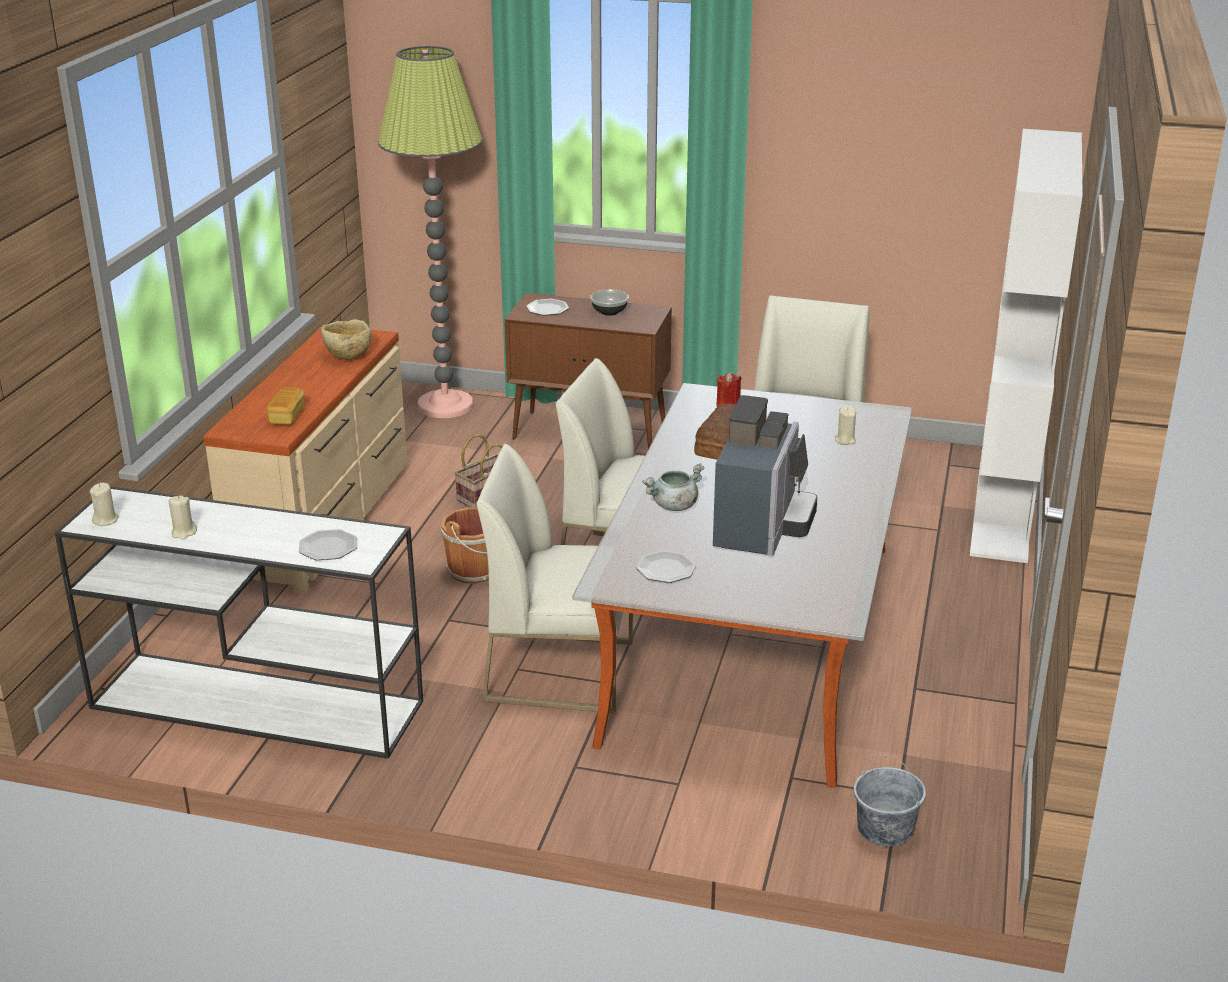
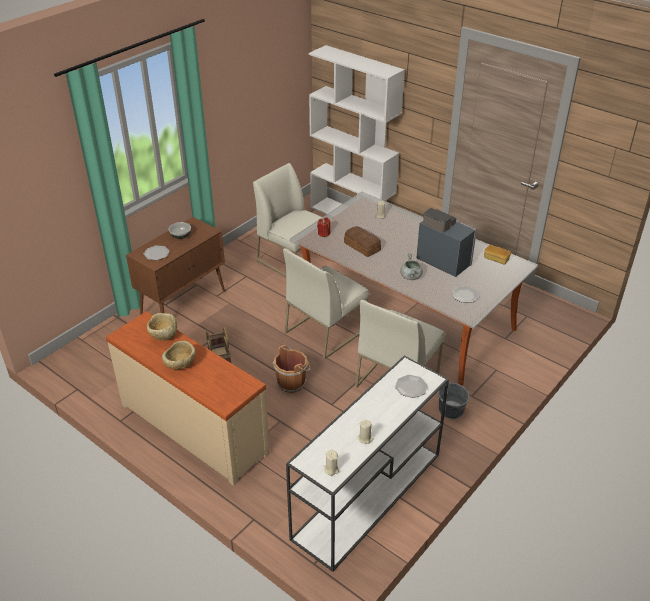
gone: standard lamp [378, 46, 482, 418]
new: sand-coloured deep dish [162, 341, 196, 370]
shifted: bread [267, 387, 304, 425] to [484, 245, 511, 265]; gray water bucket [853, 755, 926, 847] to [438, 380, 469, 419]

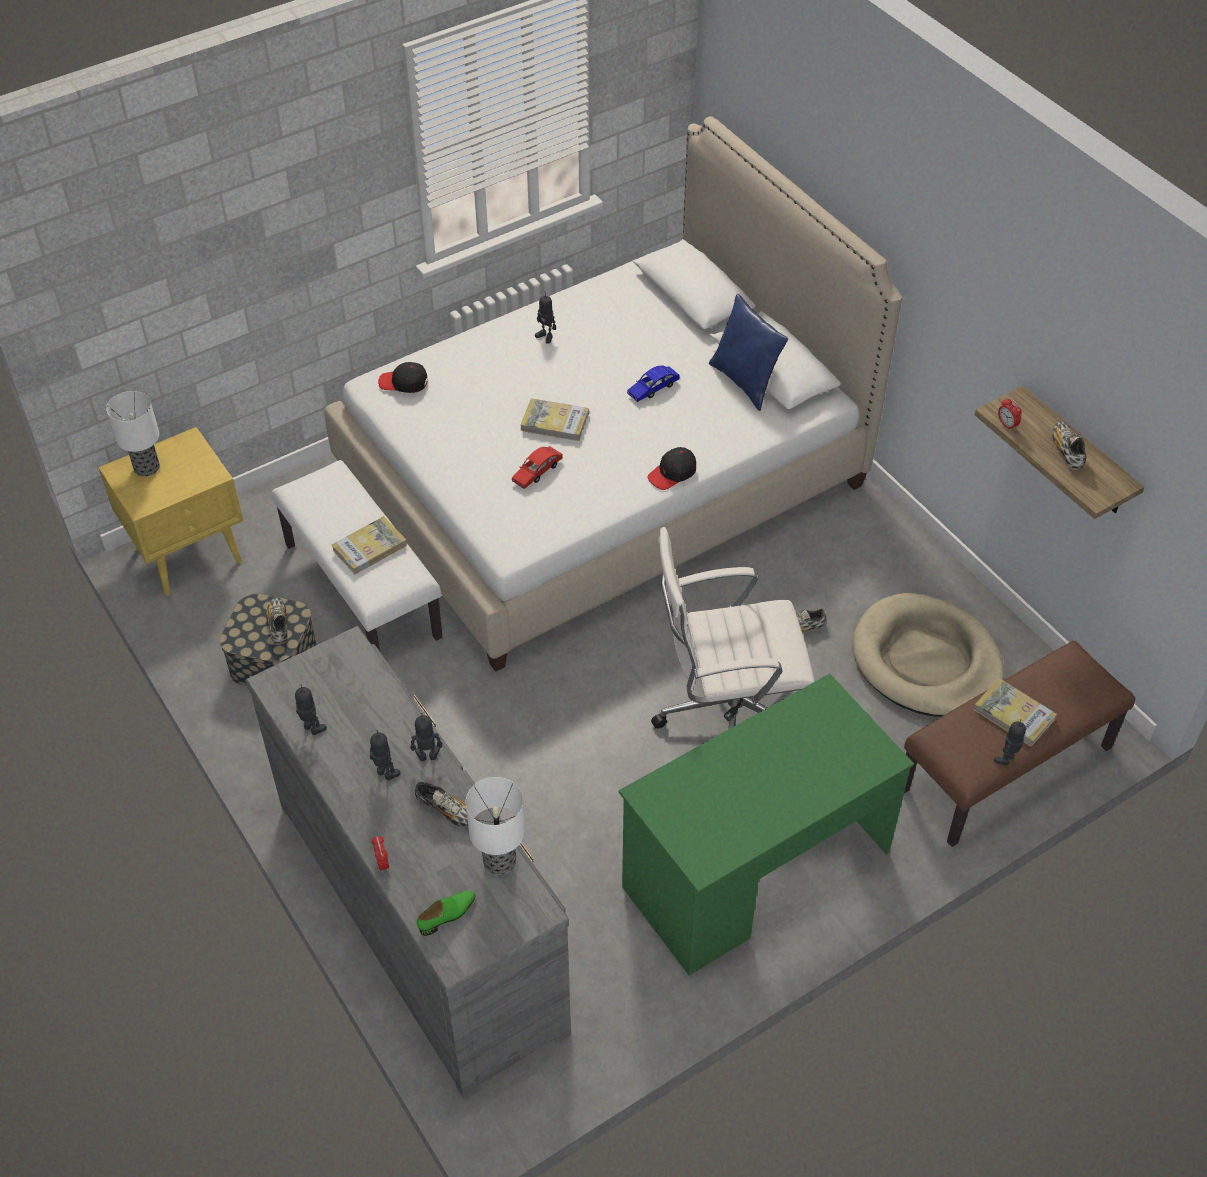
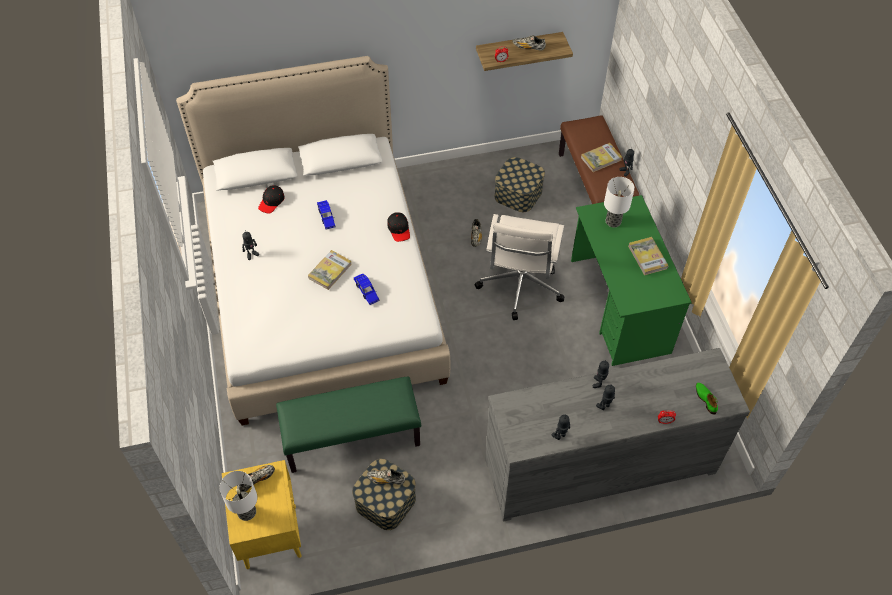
gone: blue-coloured throw pillow [709, 294, 788, 411]
shifted: bound book [332, 516, 407, 574] to [628, 237, 669, 275]; black cap [378, 362, 427, 393] to [258, 185, 284, 214]; low shoe [415, 782, 476, 827] to [237, 465, 275, 492]; lamp for a table [466, 777, 525, 875] to [604, 177, 635, 227]
swapped: sand-coloured dog bed [852, 593, 1004, 717] to storage container [495, 157, 545, 212]
repainted: white-coloured indoor bench [272, 460, 443, 651] to greenish indoor bench [276, 376, 421, 473]; red-coloured miniature car [512, 446, 562, 489] to blue-coloured miniature car [354, 274, 379, 305]

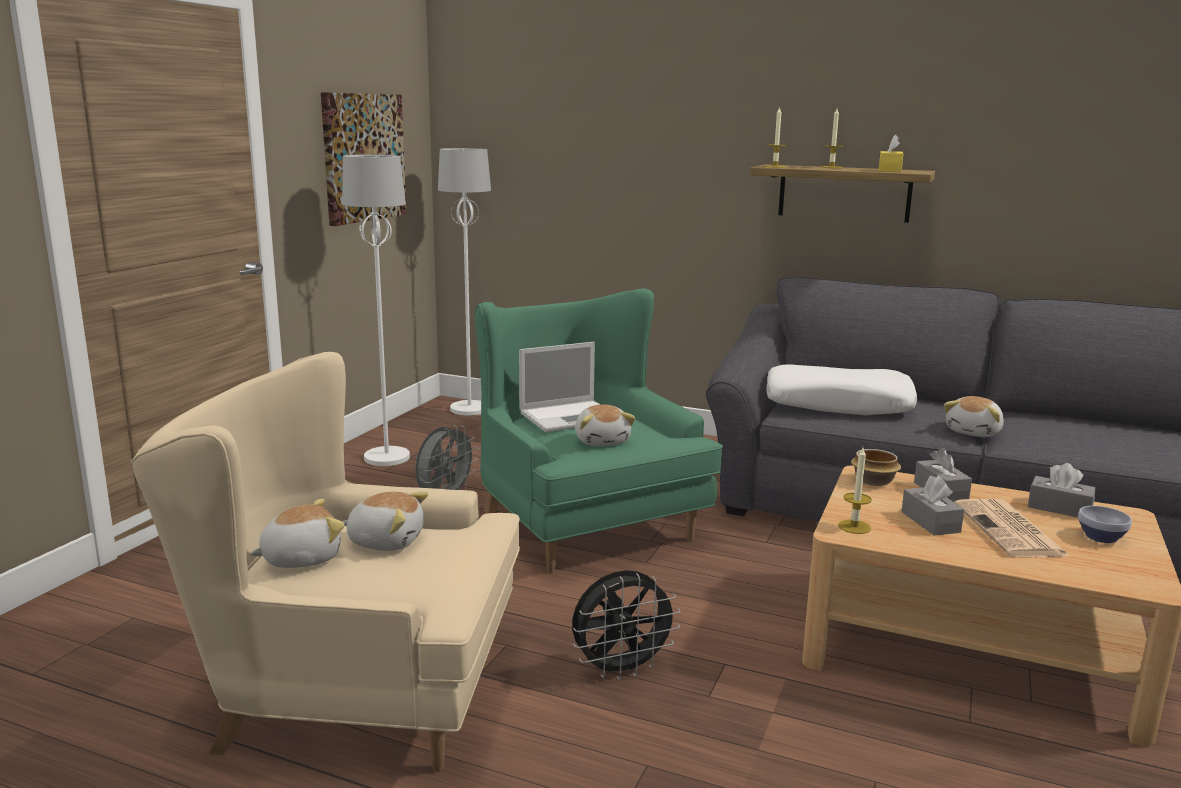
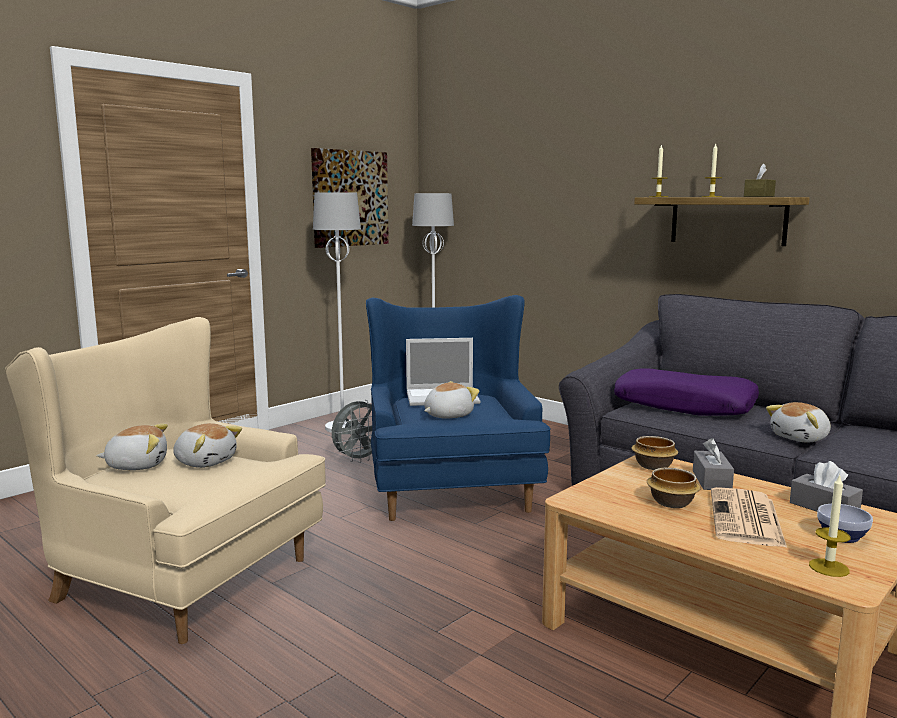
gone: black cooling fan [572, 570, 681, 680]
shifted: wax candle [838, 448, 872, 534] to [809, 474, 850, 577]
swapped: gray box of tissues [901, 476, 964, 535] to deep dish [647, 468, 700, 508]
repainted: greenish armchair [475, 288, 723, 573] to blue-coloured armchair [366, 295, 551, 521]; white-coloured throw pillow [766, 364, 917, 415] to purplish throw pillow [614, 368, 759, 415]; yellow-coloured box of tissues [879, 134, 903, 172] to brown-coloured box of tissues [744, 163, 776, 197]
rotated: plush toy [575, 405, 635, 446] = [424, 381, 480, 419] 135 degrees counterclockwise

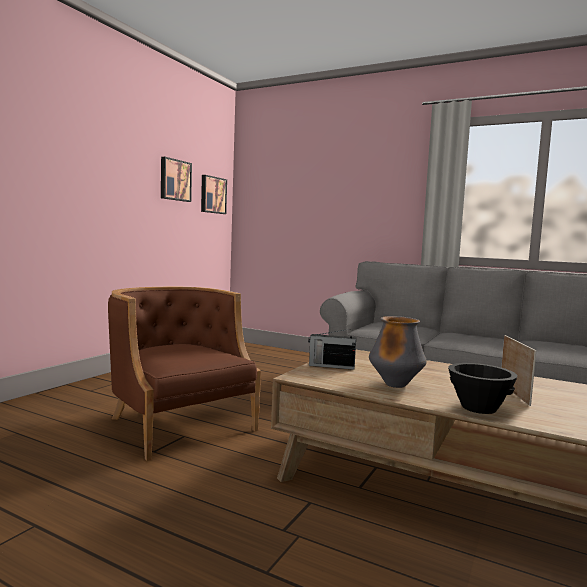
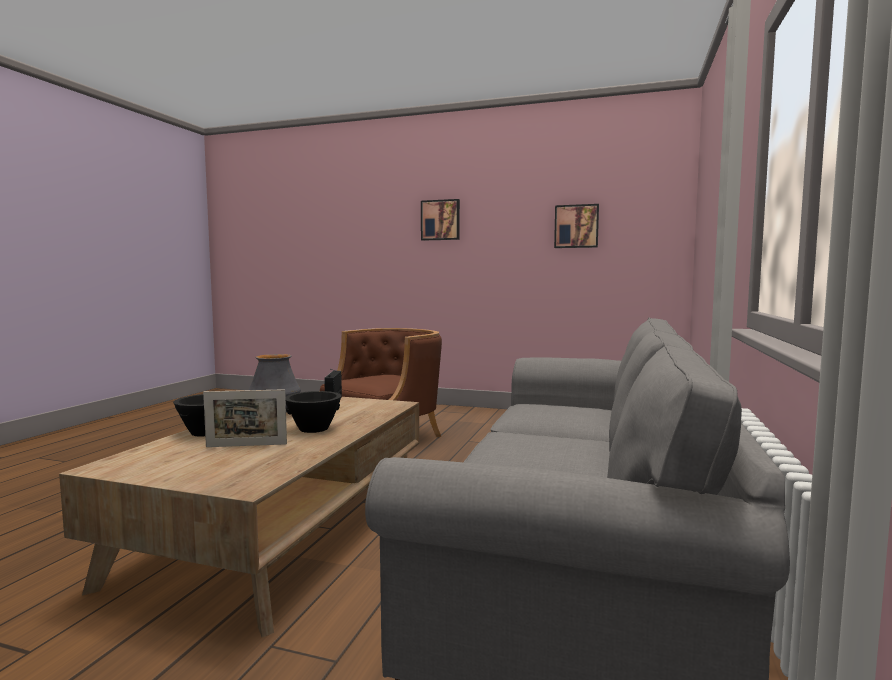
new: black deep dish [286, 391, 341, 433]
shifted: wall art [201, 175, 227, 214] to [421, 199, 460, 241]

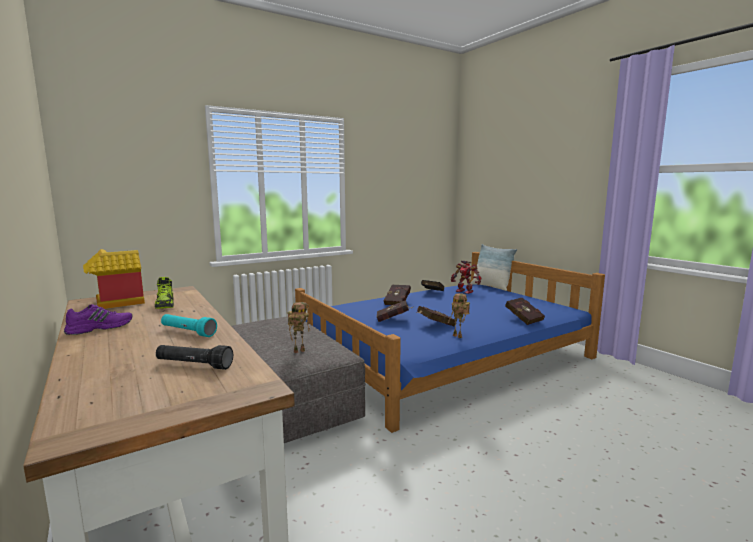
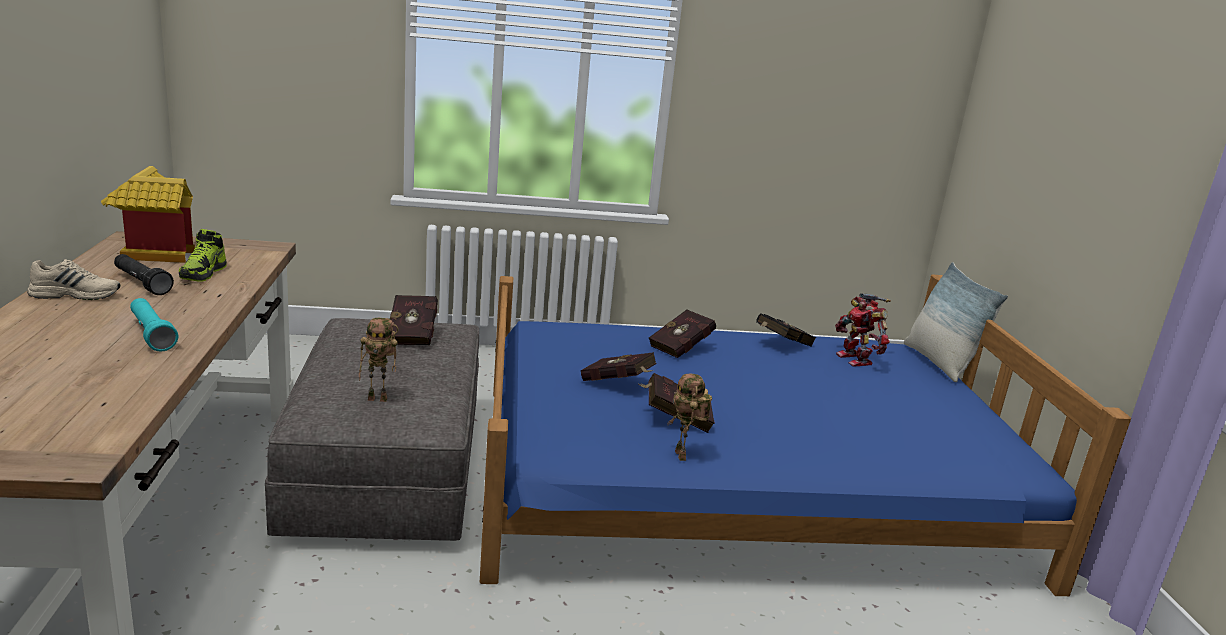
shifted: black torch [156, 345, 233, 370] to [114, 254, 174, 295]; red-coloured bound book [505, 298, 545, 325] to [390, 295, 438, 345]
repainted: purplish low shoe [64, 304, 133, 335] to sand-coloured low shoe [27, 259, 121, 300]

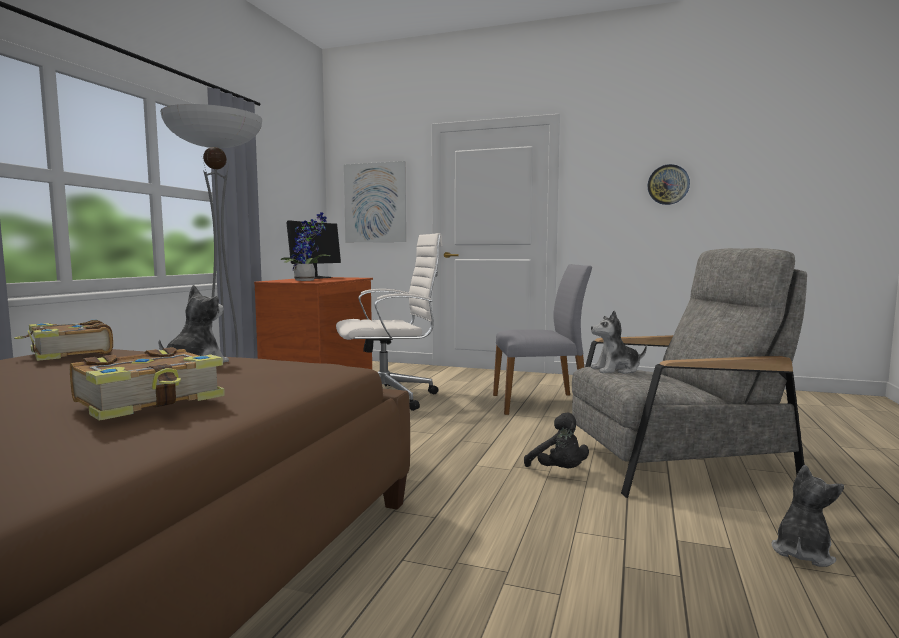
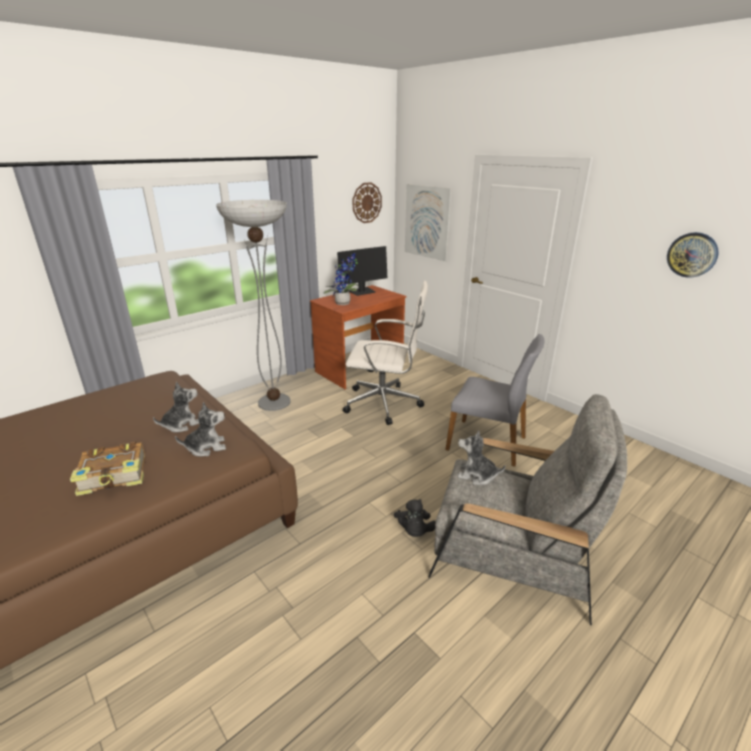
gone: bound book [14, 319, 113, 361]
new: clock on the wall [352, 182, 382, 223]
shifted: plush toy [771, 465, 844, 567] to [175, 402, 226, 457]

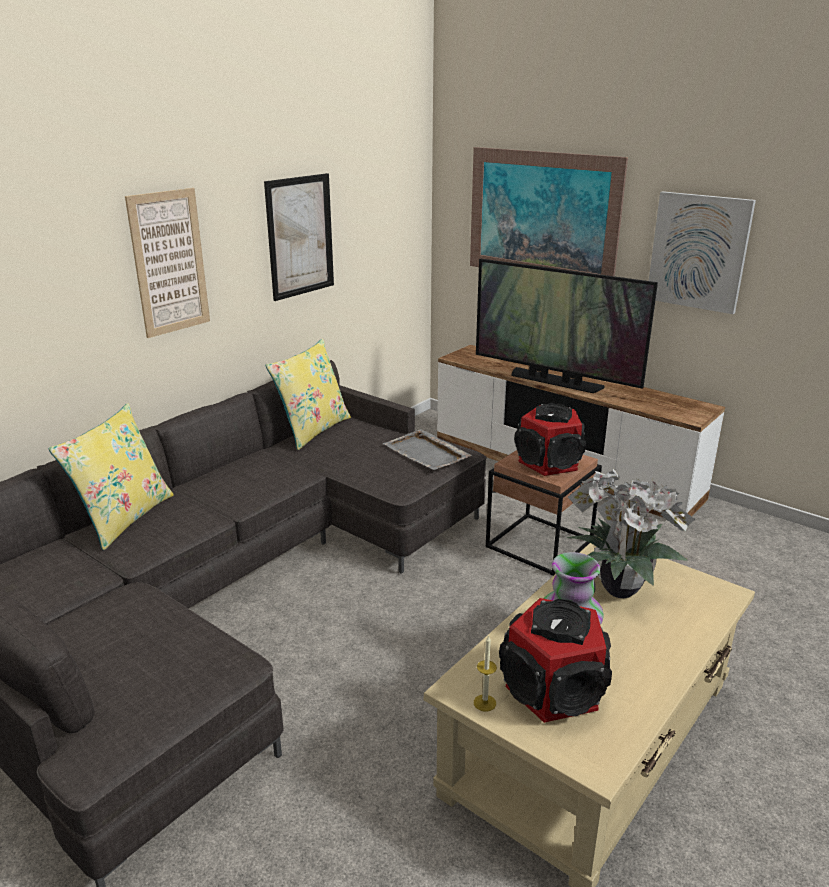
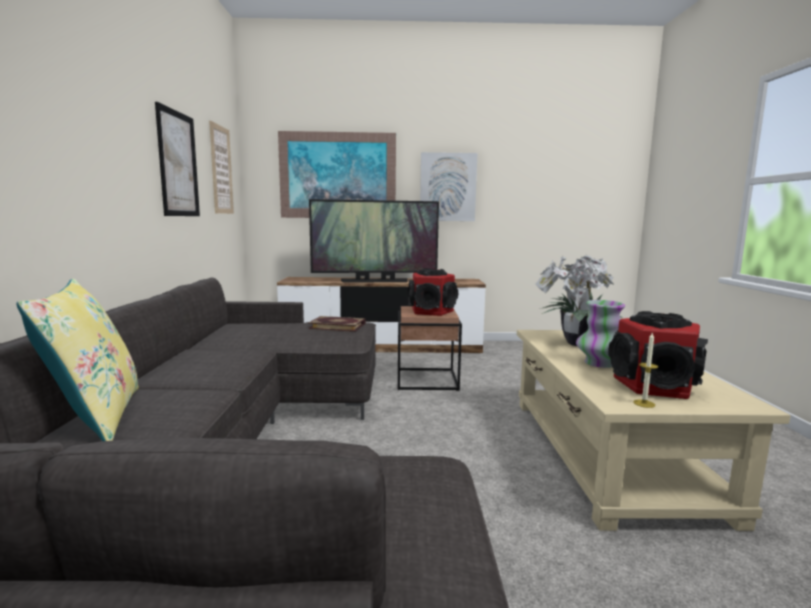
gone: yellow-coloured throw pillow [266, 339, 351, 450]
shifted: wall art [125, 188, 210, 338] to [209, 121, 234, 214]
swapped: gray carrying tray [383, 429, 472, 470] to bound book [308, 316, 366, 332]

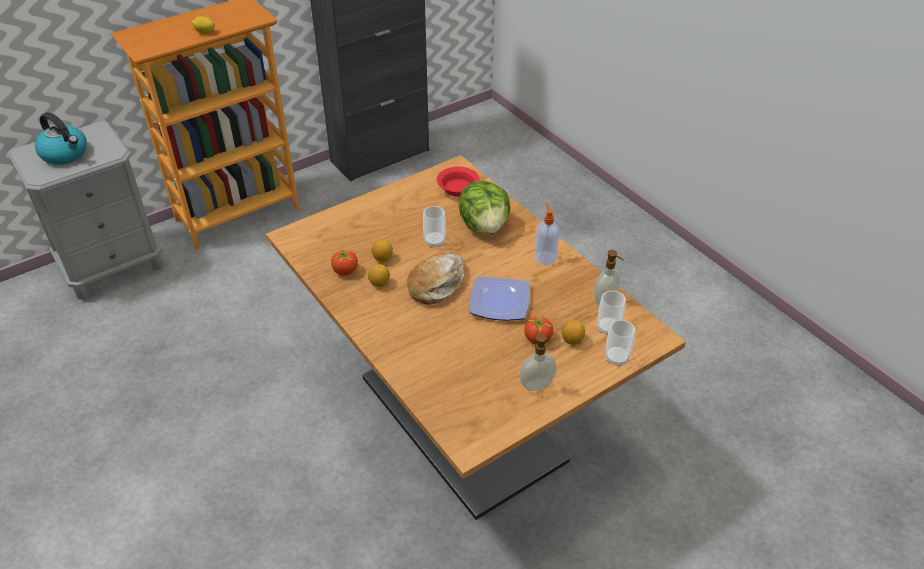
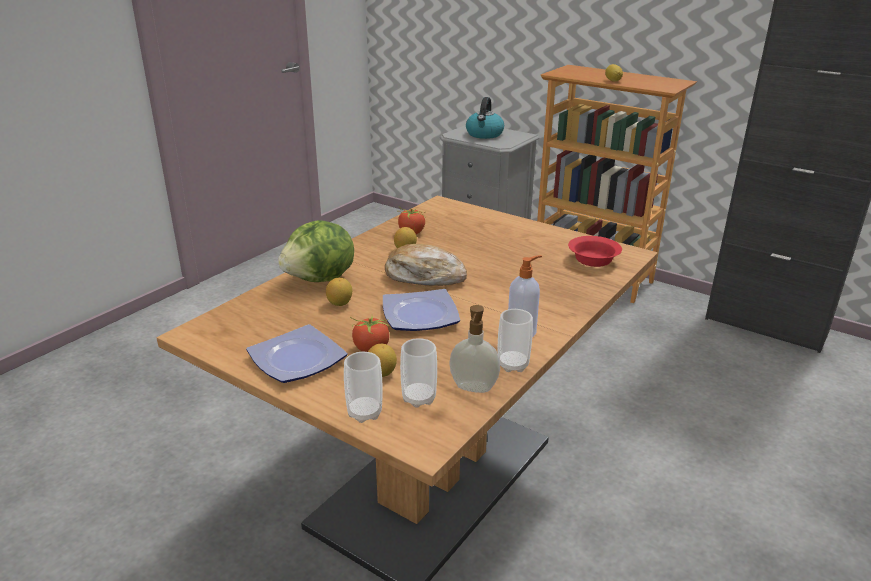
shifted: citrus fruit [372, 239, 393, 262] to [326, 278, 352, 306]; drinking cup [423, 206, 446, 248] to [498, 309, 533, 372]; head of lettuce [458, 180, 510, 234] to [278, 220, 354, 282]
swapped: liquid soap bottle [520, 331, 557, 391] to dinner plate [246, 324, 347, 383]

